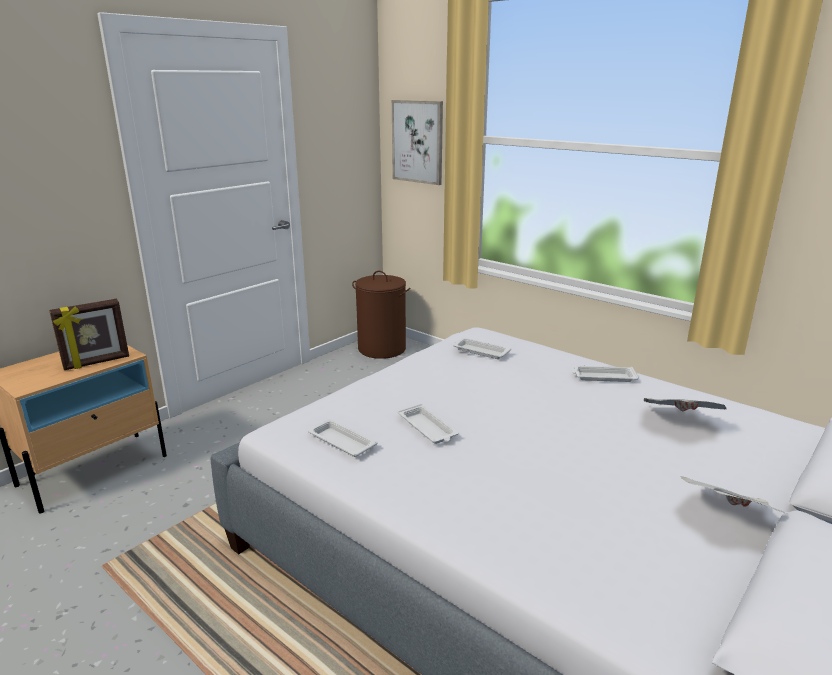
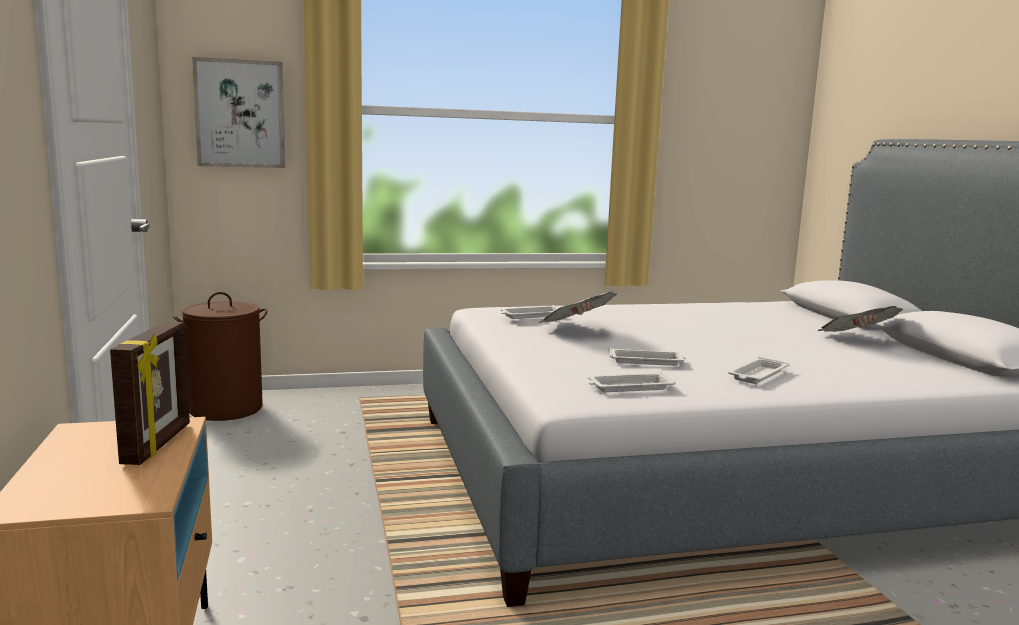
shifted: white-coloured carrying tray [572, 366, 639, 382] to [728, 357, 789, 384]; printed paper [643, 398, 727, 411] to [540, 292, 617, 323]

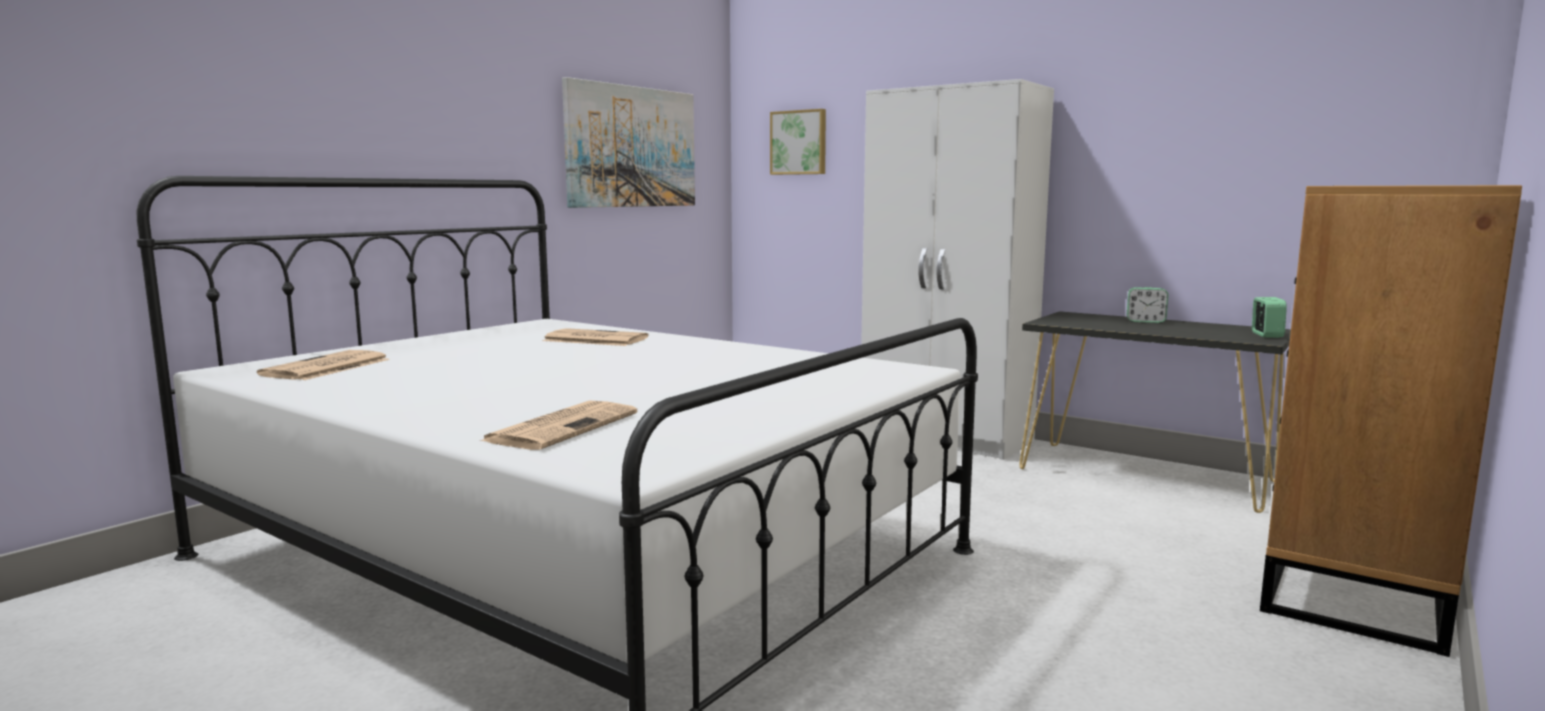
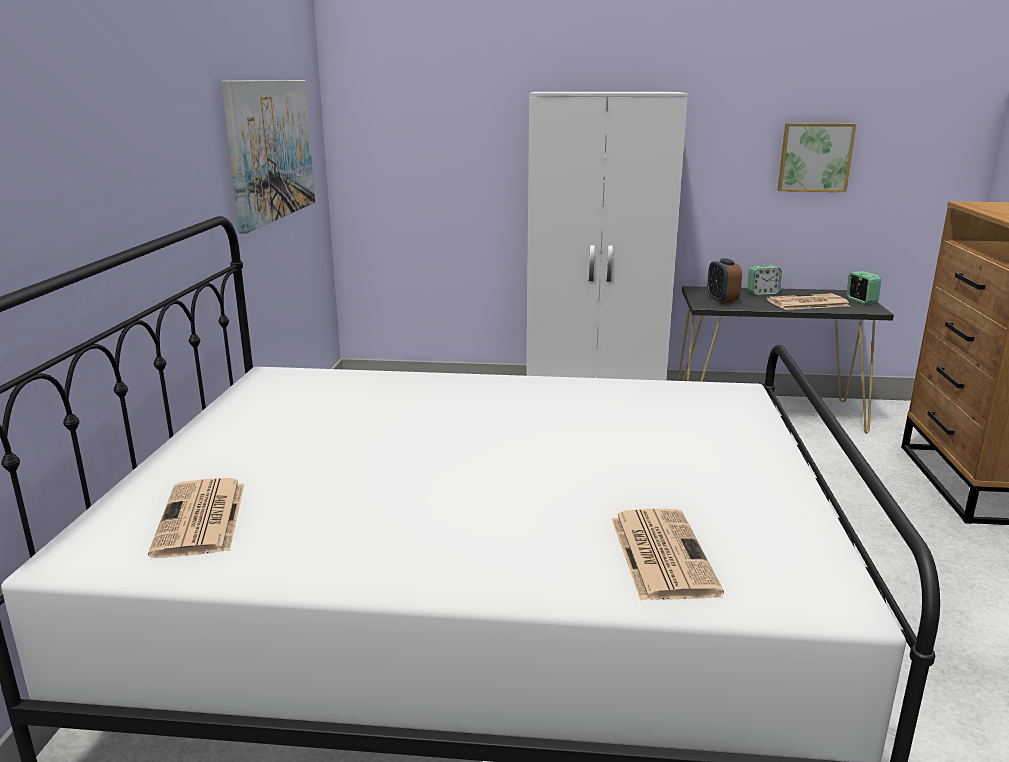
new: bedside clock [707, 258, 742, 304]
shifted: printed paper [543, 328, 649, 346] to [767, 293, 850, 310]; wall art [770, 109, 826, 175] to [778, 123, 856, 192]

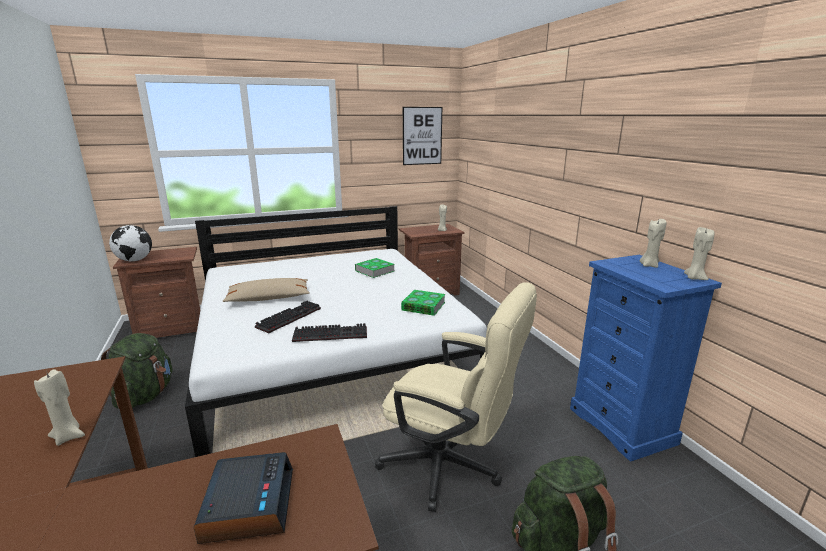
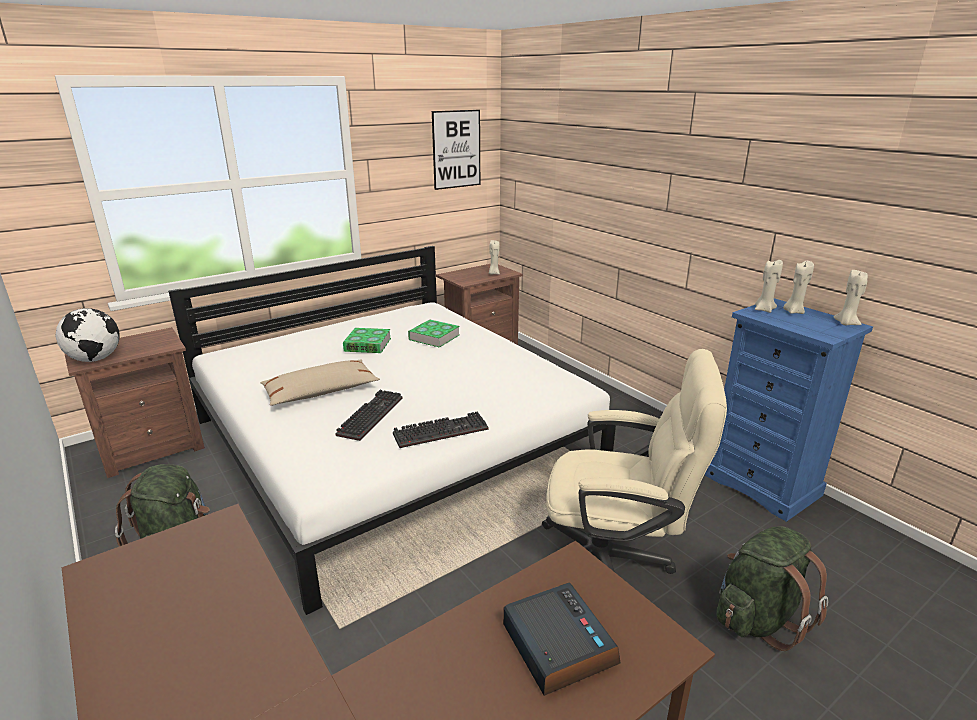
shifted: sand-coloured wax candle [34, 369, 85, 446] to [755, 260, 783, 313]; bound book [401, 290, 445, 316] to [343, 328, 391, 353]

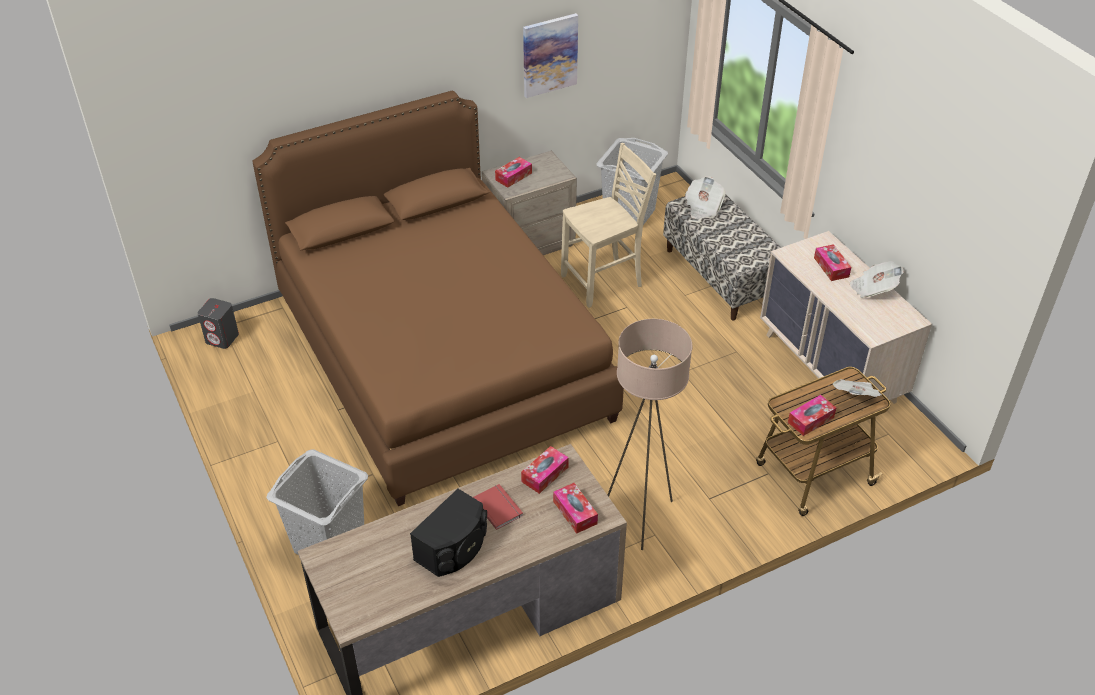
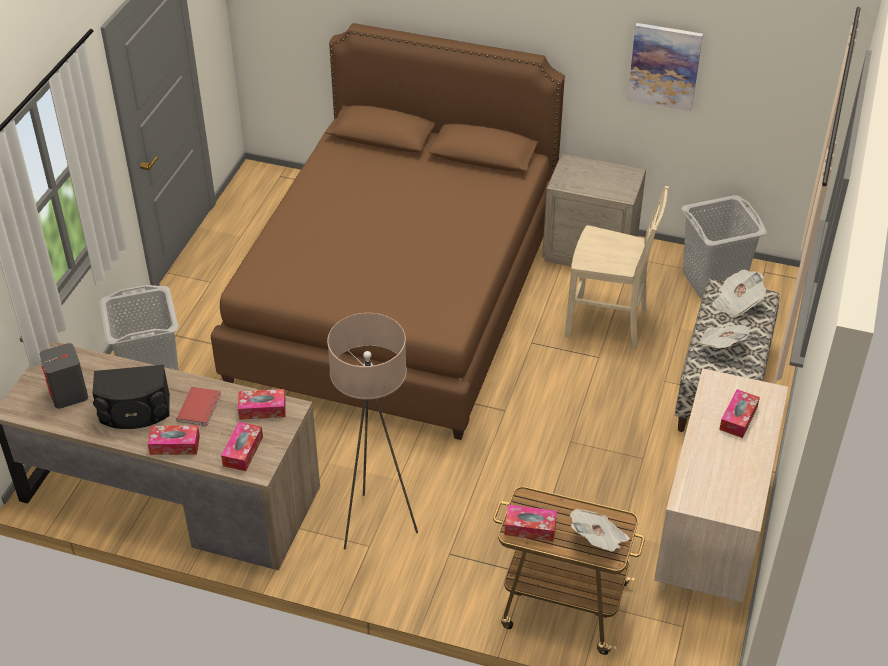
shifted: gray audio speaker [198, 298, 239, 349] to [39, 343, 88, 409]; box of tissues [495, 157, 532, 188] to [148, 425, 200, 455]; printed paper [849, 261, 904, 298] to [697, 325, 751, 348]

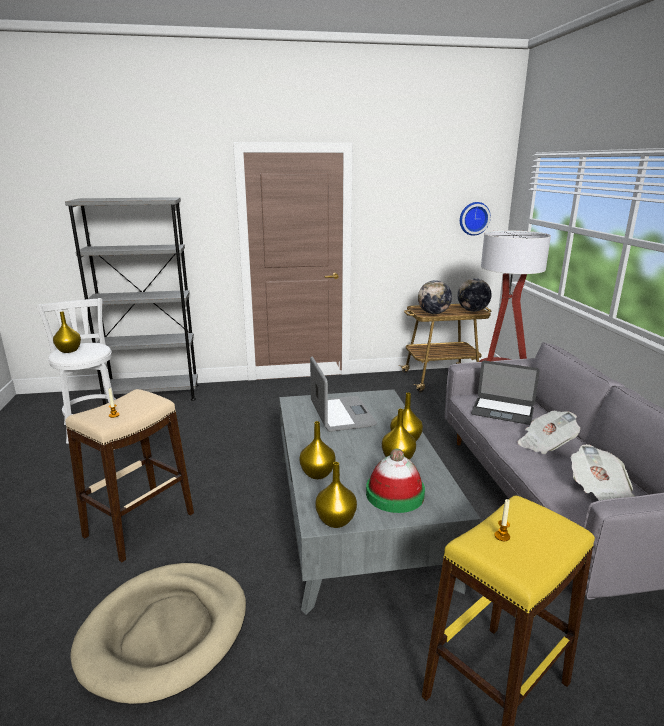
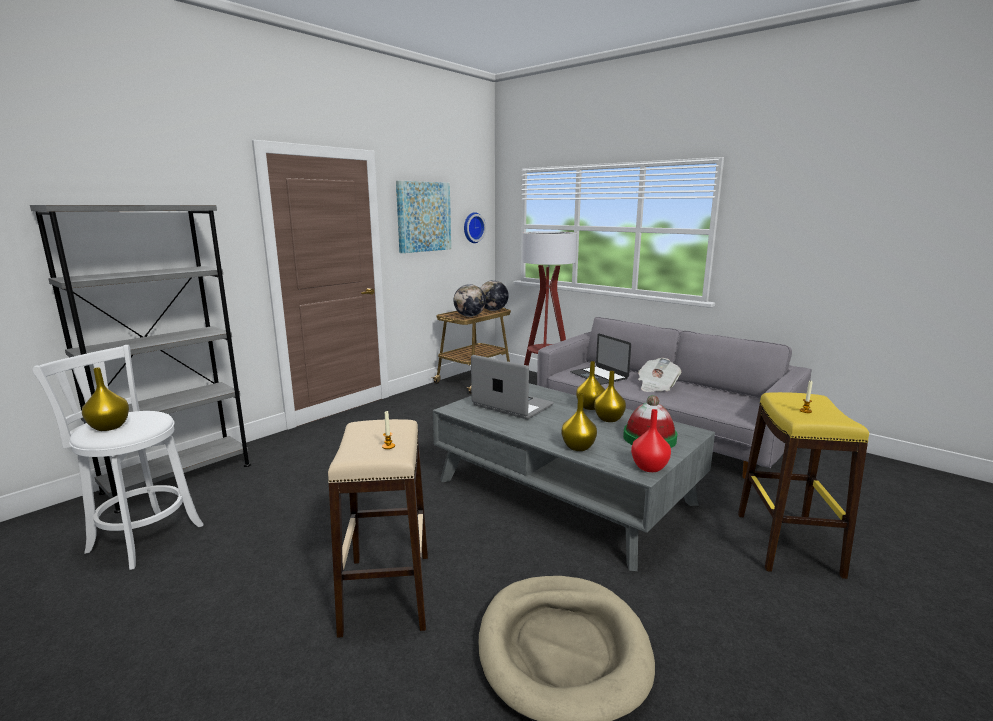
gone: printed paper [571, 444, 635, 501]
new: wall art [396, 181, 451, 253]
repainted: yellow-coloured vase [315, 462, 357, 528] to red-coloured vase [631, 409, 671, 472]
rotated: notebook computer [471, 361, 540, 425] = [570, 334, 631, 385] 75 degrees clockwise

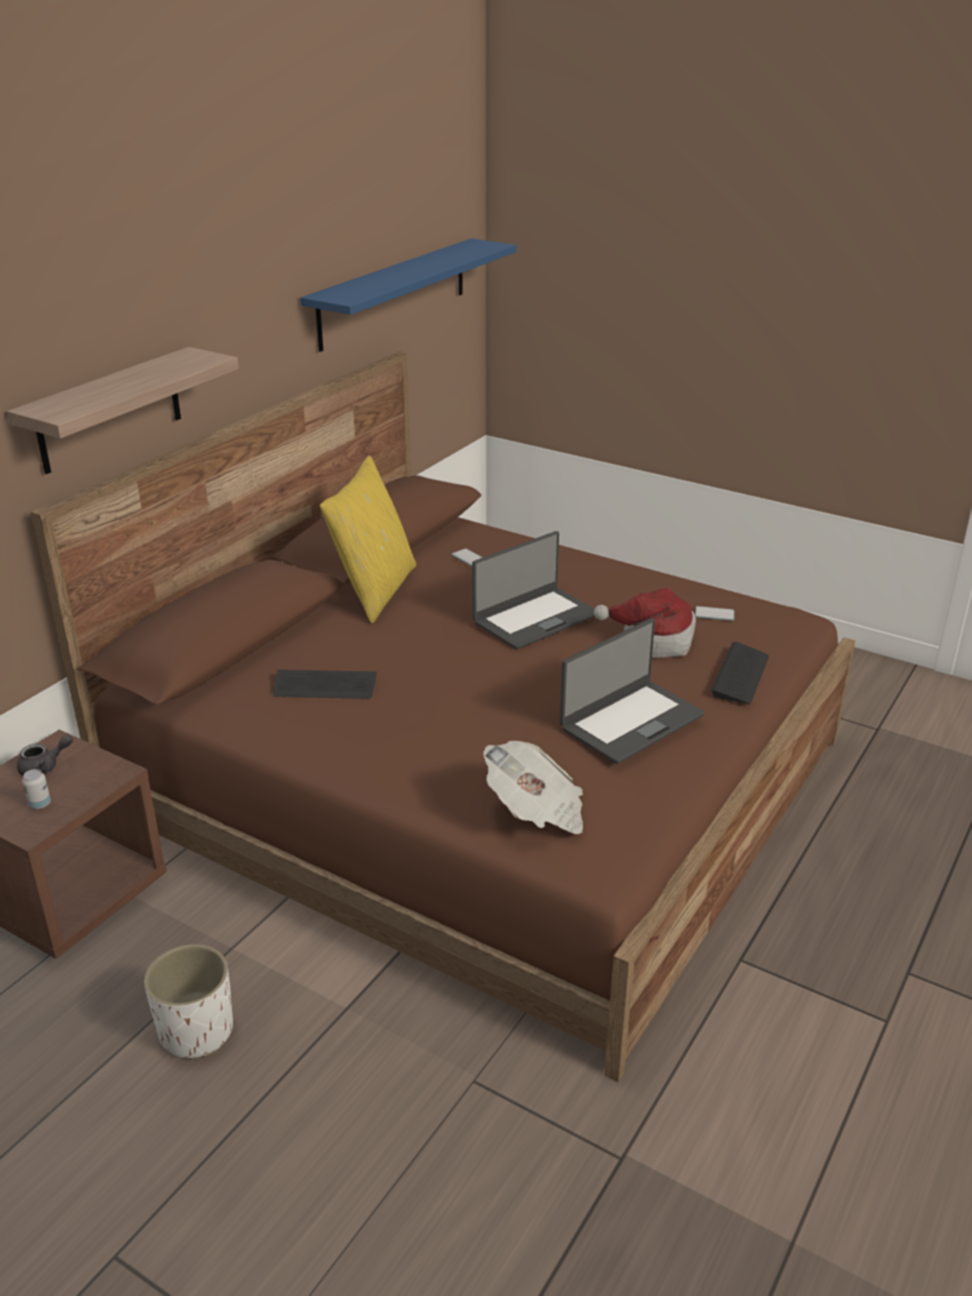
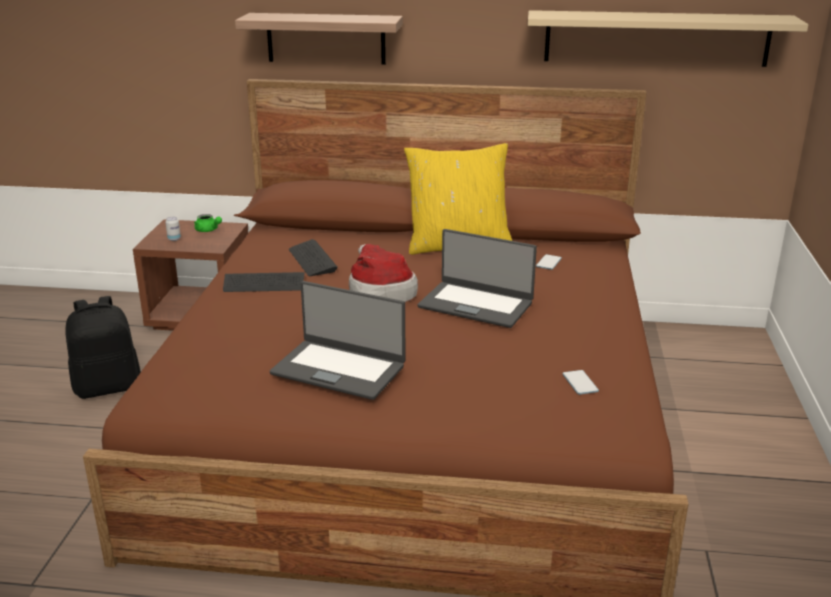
gone: printed paper [483, 741, 583, 834]
shifted: wearable hat [594, 588, 696, 658] to [349, 244, 418, 302]; computer keyboard [711, 642, 769, 704] to [223, 272, 305, 292]
swapped: white-coloured flower pot [144, 944, 233, 1058] to black rucksack [66, 296, 141, 399]
repainted: gray pot for tea [17, 735, 73, 776] to greenish pot for tea [194, 214, 222, 232]; blue-coloured bracket shelf [300, 238, 517, 352] to sand-coloured bracket shelf [528, 10, 808, 67]

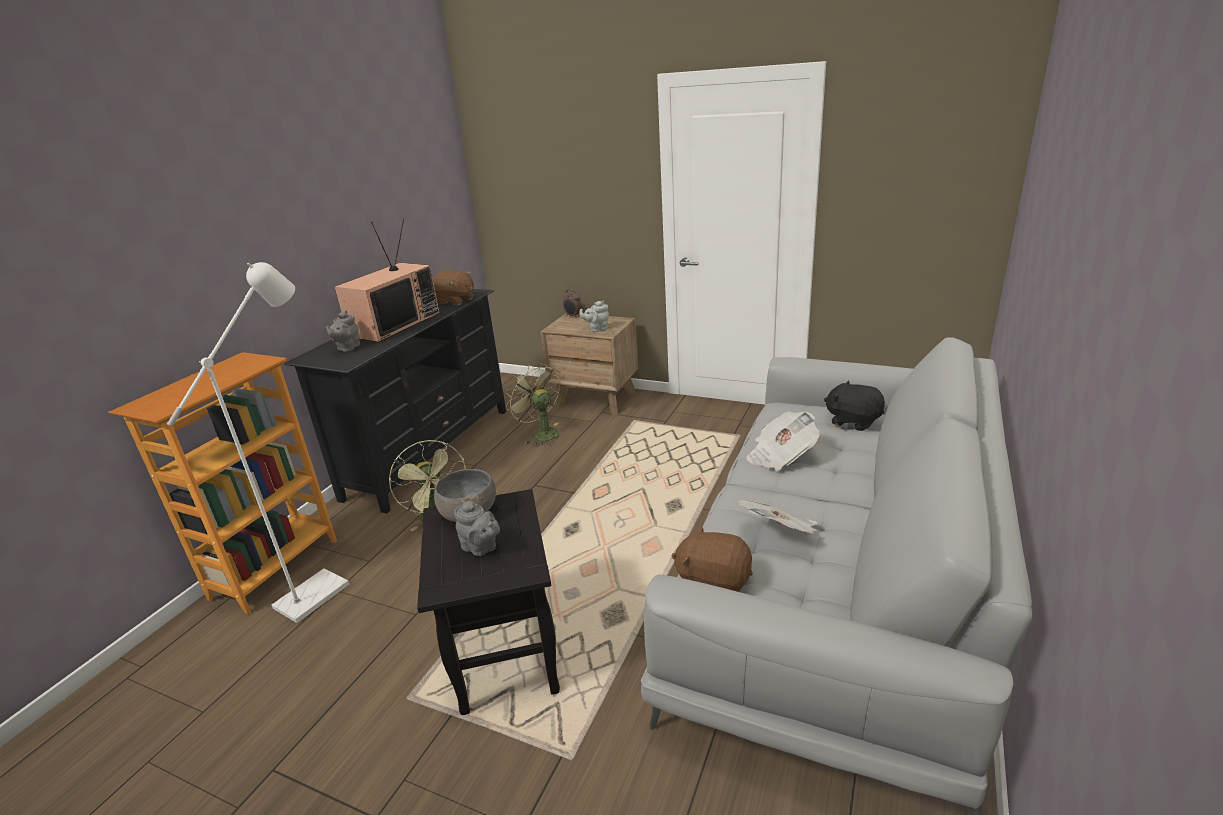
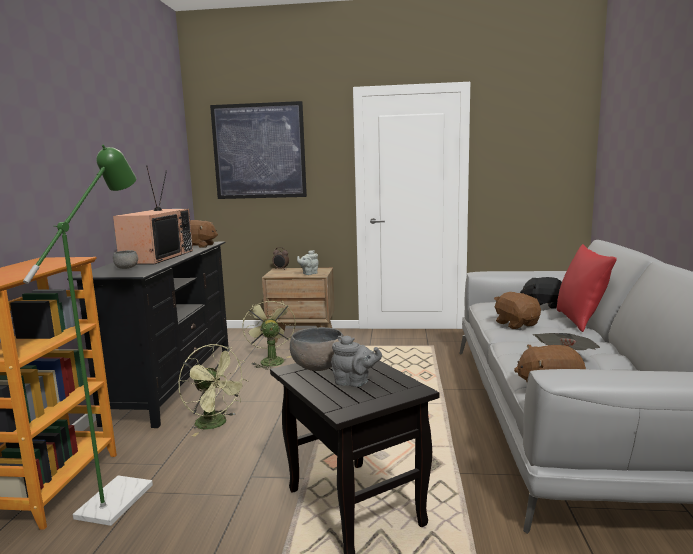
new: wall art [210, 101, 307, 199]; red-coloured throw pillow [557, 244, 617, 332]
swapped: gray pot for tea [326, 311, 360, 352] to gray deep dish [113, 250, 138, 269]; printed paper [746, 412, 820, 471] to brown-coloured plush toy [494, 292, 541, 329]
repainted: white-coloured standard lamp [167, 262, 349, 623] to greenish standard lamp [23, 144, 153, 526]
rotated: greenish cooling fan [505, 364, 560, 446] = [242, 298, 296, 370] 45 degrees clockwise

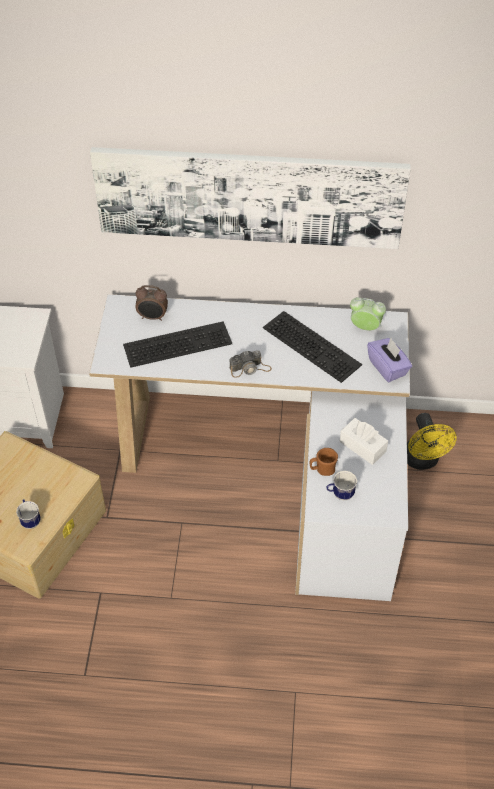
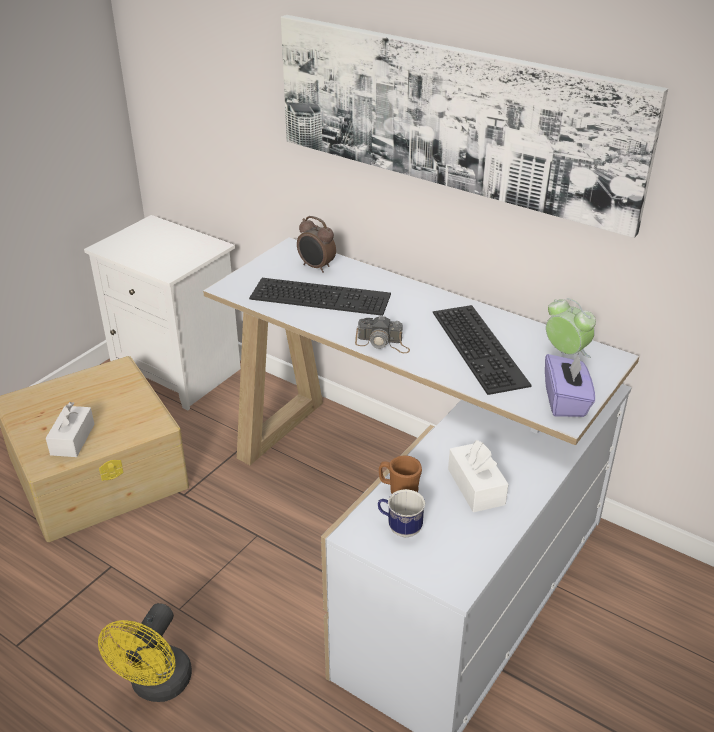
shifted: yellow-coloured cooling fan [407, 413, 457, 470] to [98, 603, 192, 702]
swapped: coffee mug [16, 499, 41, 529] to white-coloured box of tissues [46, 402, 94, 457]

